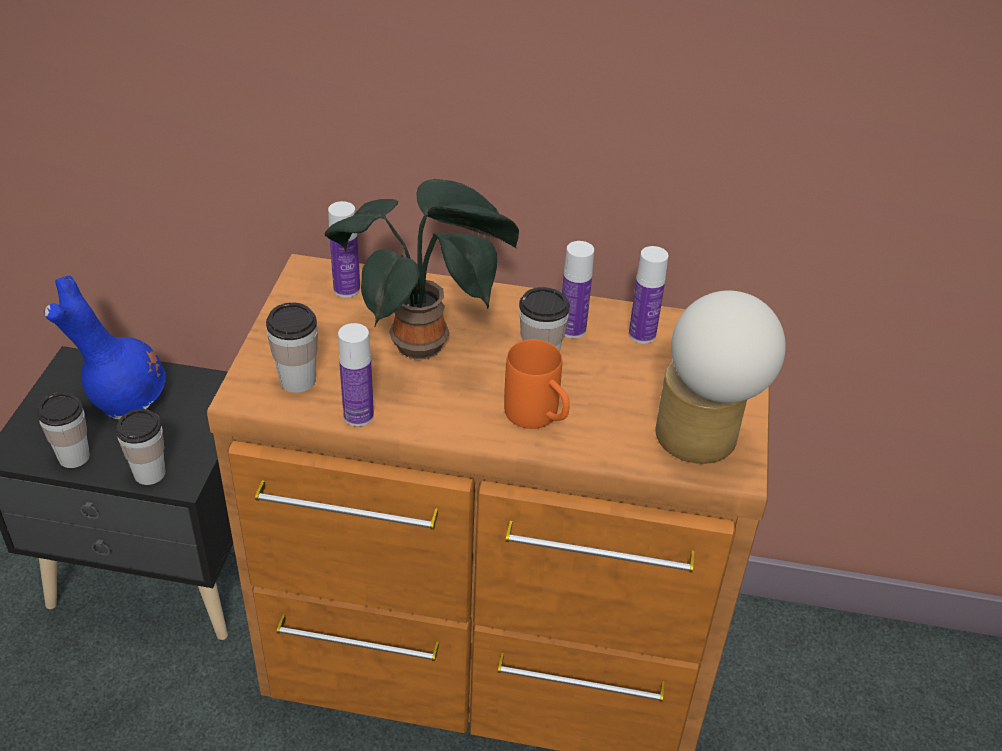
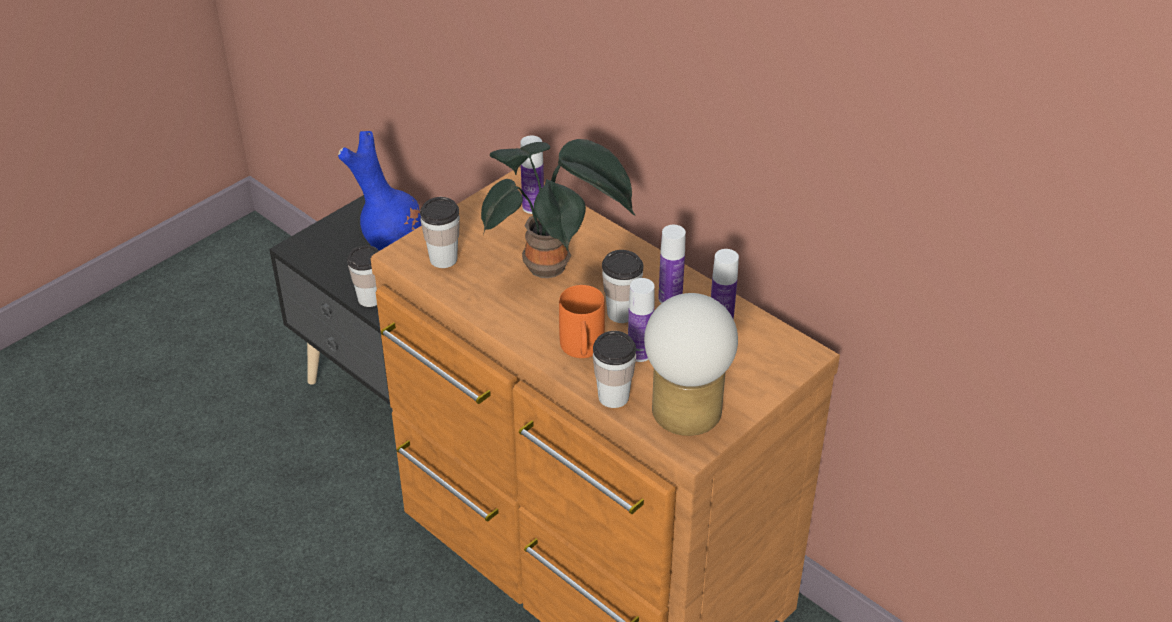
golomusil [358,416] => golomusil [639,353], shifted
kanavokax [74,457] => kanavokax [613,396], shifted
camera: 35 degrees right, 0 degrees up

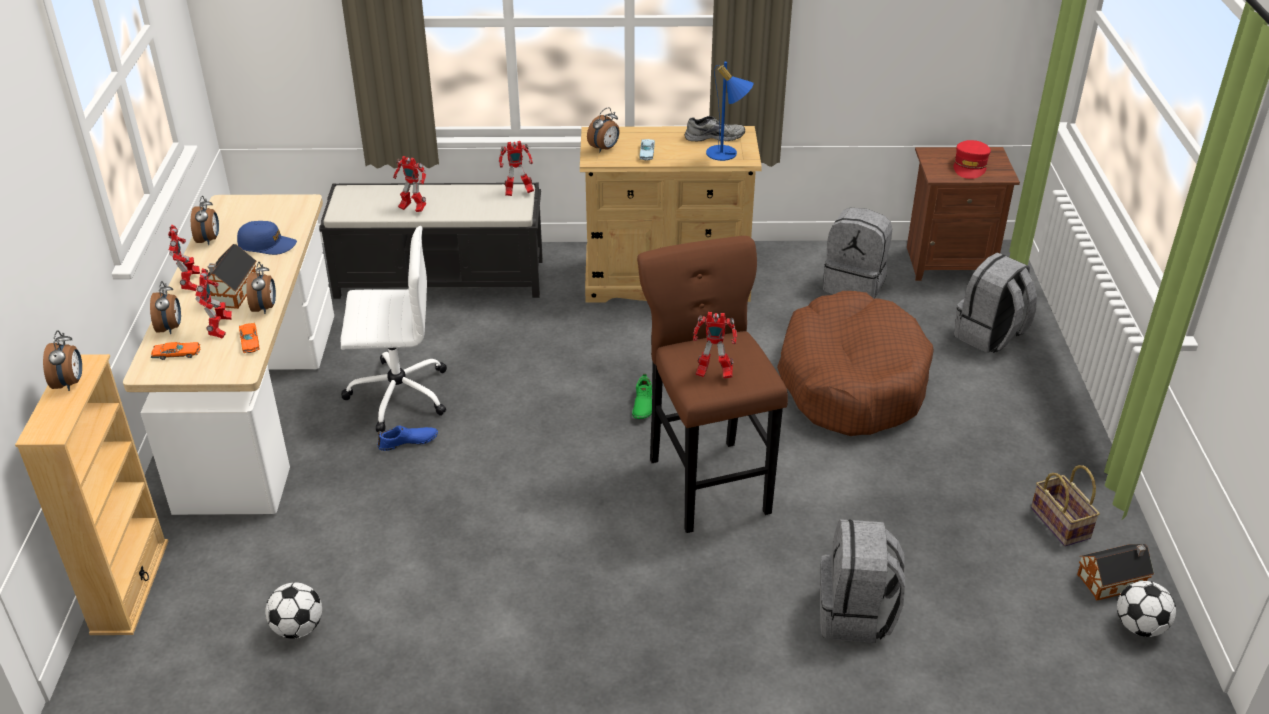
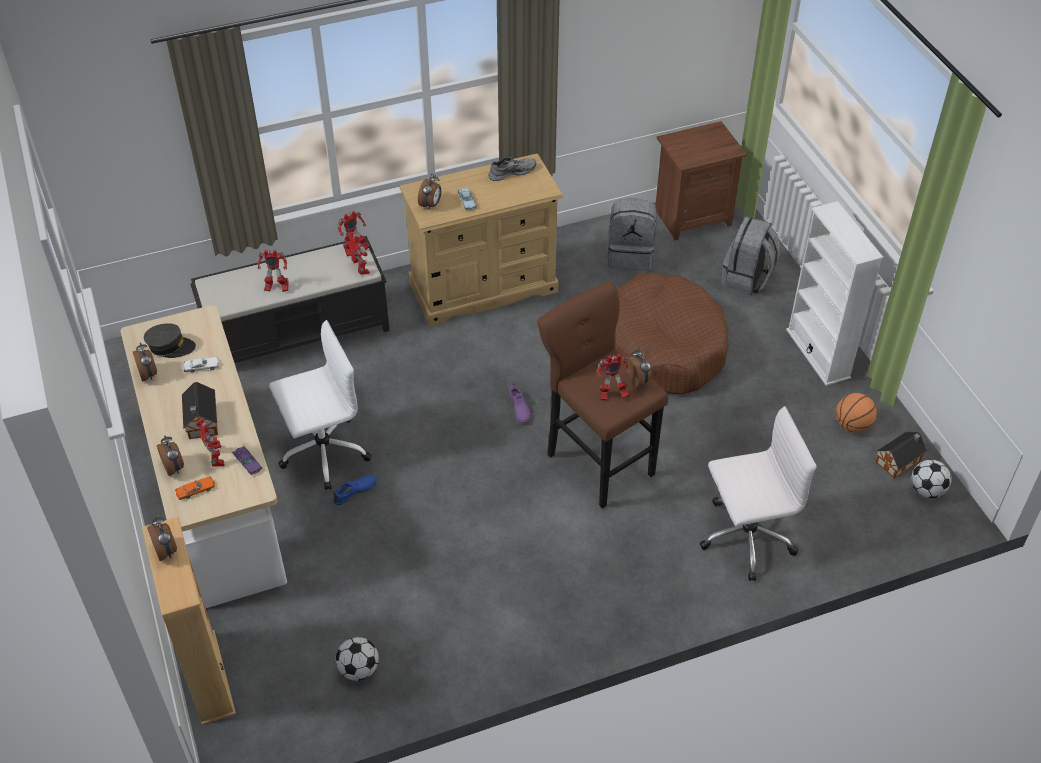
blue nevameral [727,154] => nothing
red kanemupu [970,166] => nothing
blue kanemupu [267,245] => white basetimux [201,367]
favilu [190,284] => favilu [360,269], shifted
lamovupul [265,308] => lamovupul [638,380], shifted
orange basetimux [250,341] => purple basetimux [247,463]
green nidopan [642,405] => purple nidopan [519,409]
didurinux [1062,524] => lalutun [852,425]
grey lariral [855,615] => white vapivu [744,537]
nothing => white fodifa [818,354]
nothing => grey kanemupu [170,346]
camera: 20 degrees left, 10 degrees up

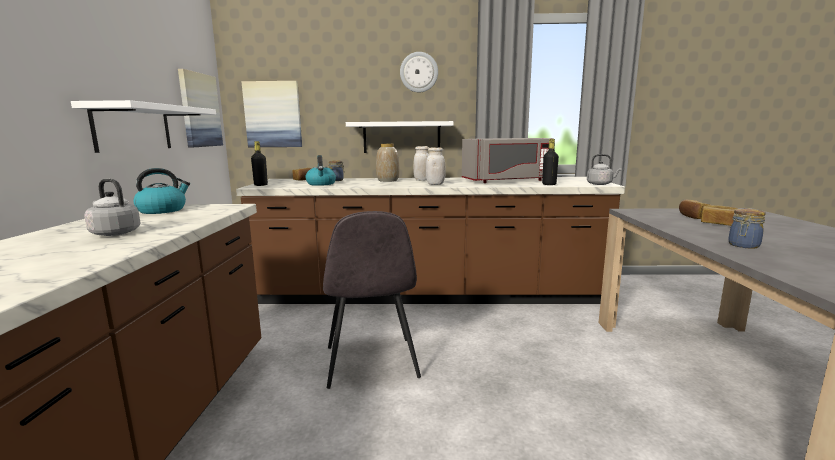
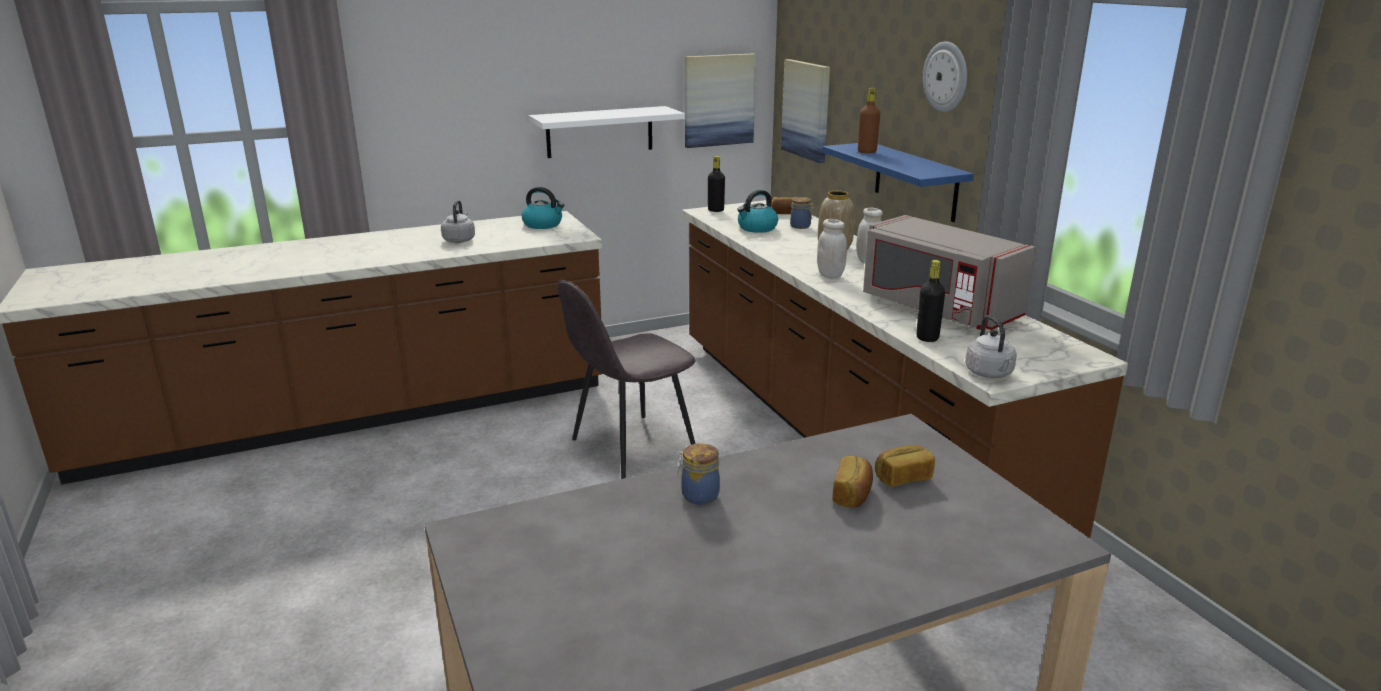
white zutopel [401,137] => blue zutopel [915,181]
nothing => brown golomusil [867,152]
camera: 65 degrees right, 10 degrees up

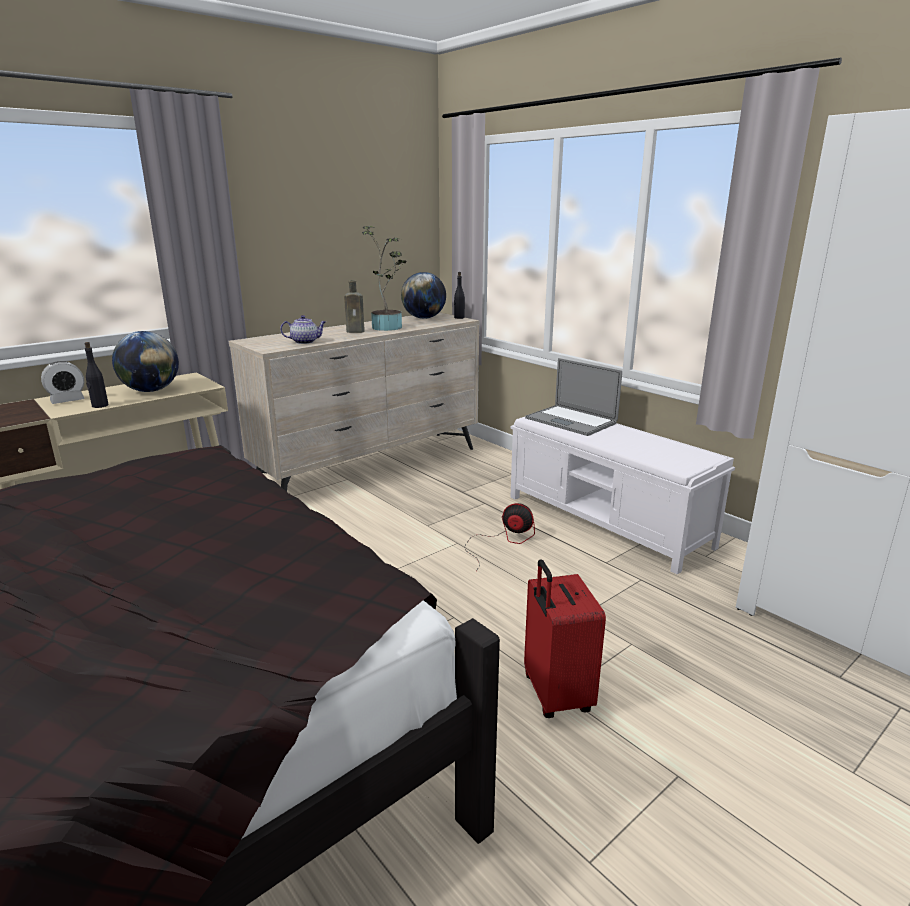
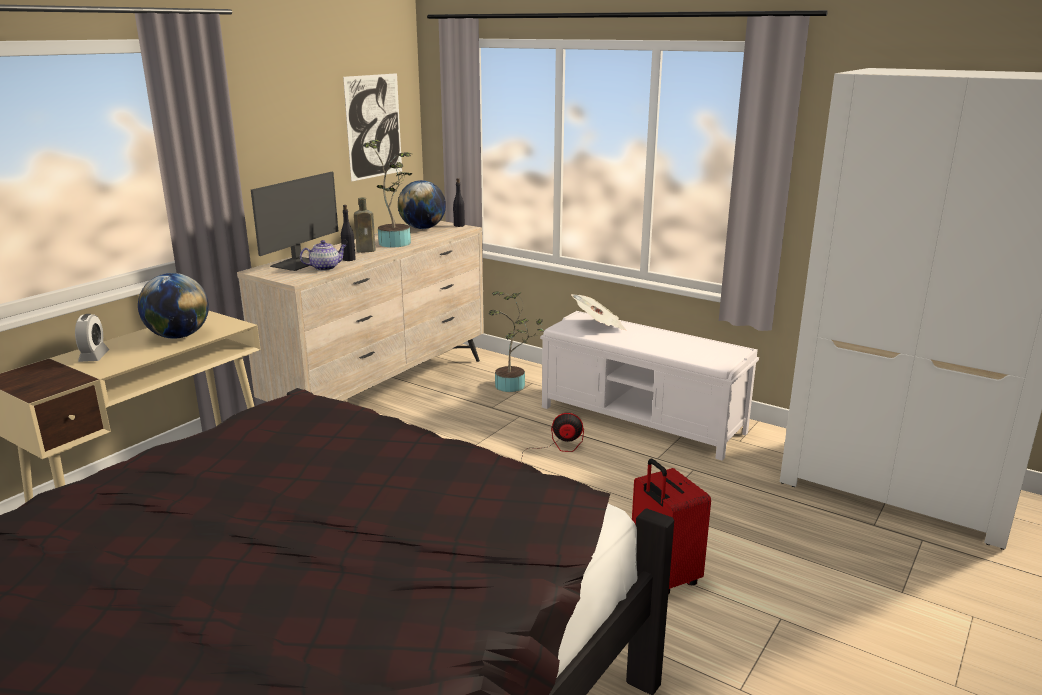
black golomusil [100,406] => black golomusil [349,259], shifted
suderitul [570,421] => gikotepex [599,326]
lamovupul [67,400] => lamovupul [94,356], 45 degrees counterclockwise
nothing => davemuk [374,126]
nothing => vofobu [297,264]
nothing => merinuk [513,385]
camera: 15 degrees left, 0 degrees up

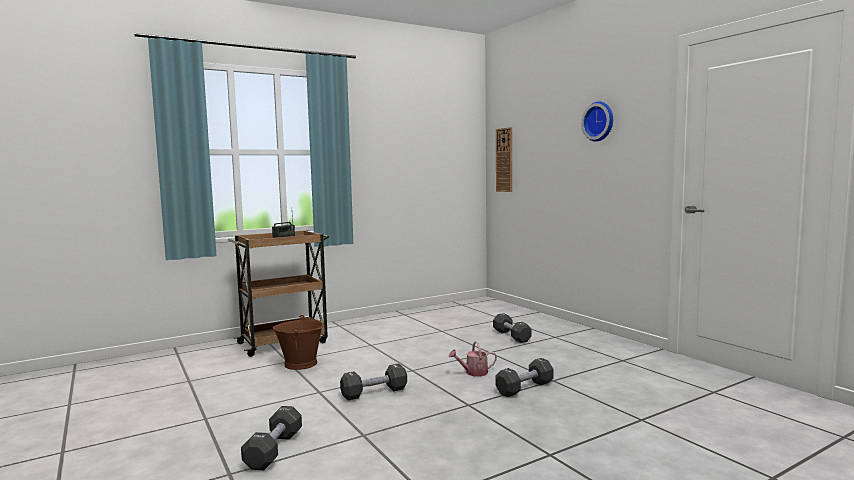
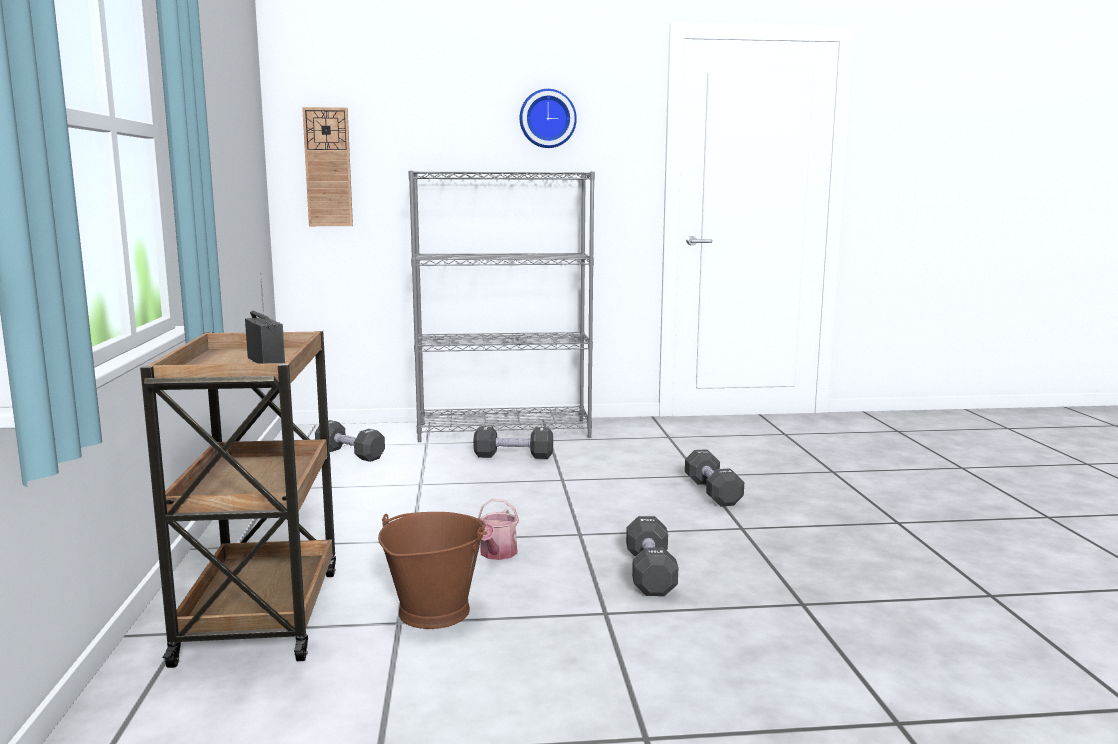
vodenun [473,373] => vodenun [497,554], shifted
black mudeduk [274,450] => black mudeduk [350,454], shifted
nothing => grey fodifa [505,430]
camera: 65 degrees left, 5 degrees up

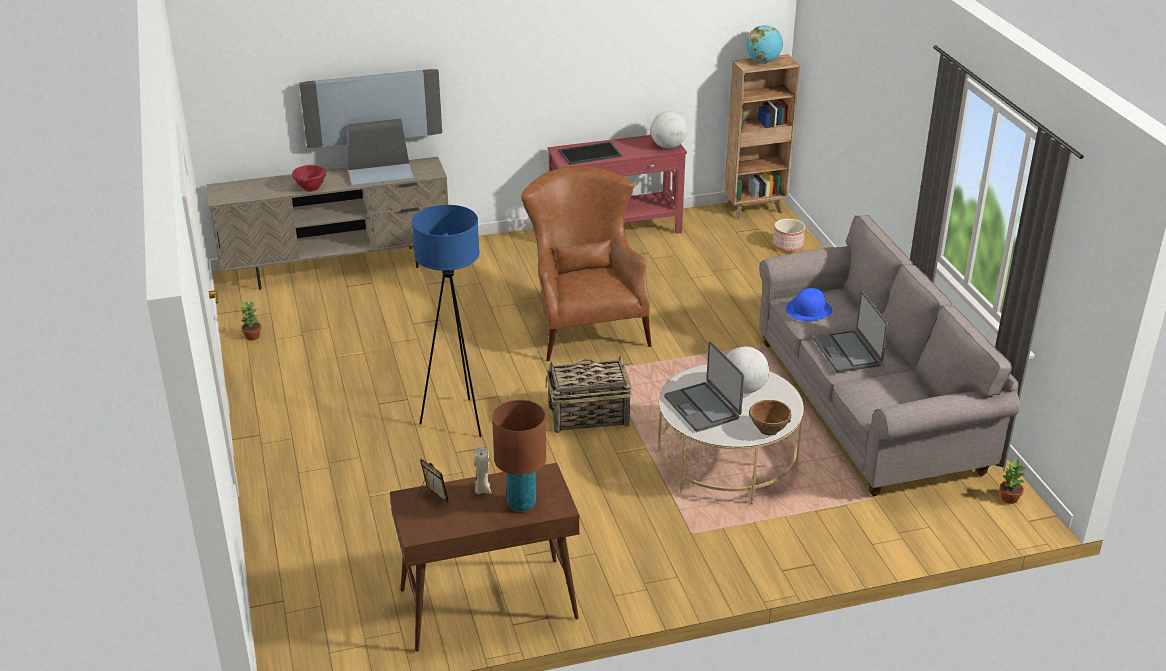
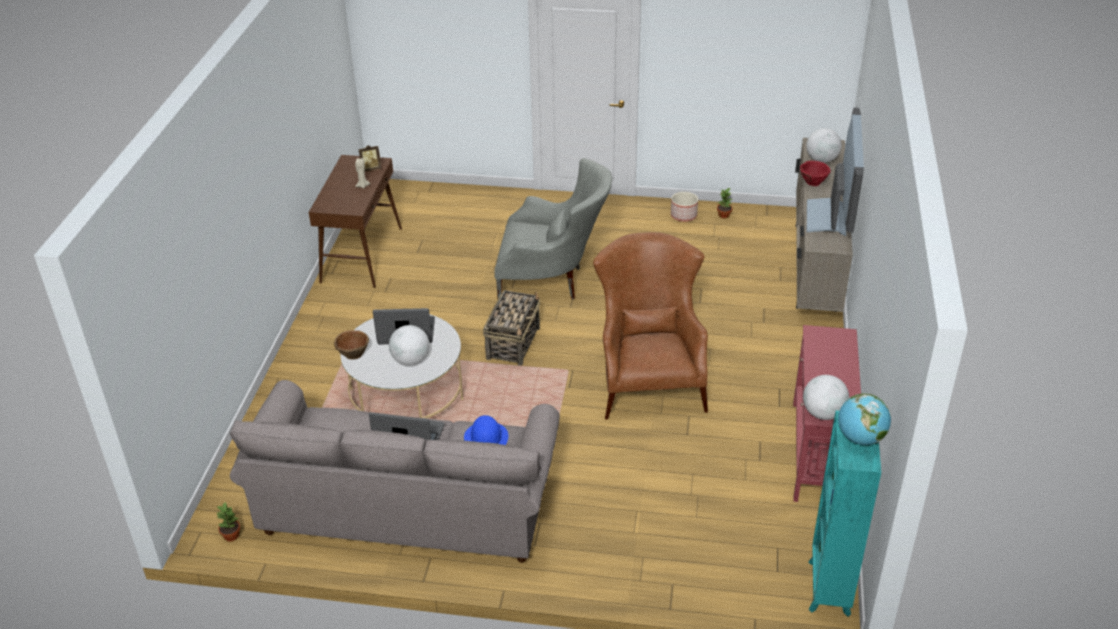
brown fodifa [755,209] => turquoise fodifa [828,589]
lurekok [589,154] => nothing
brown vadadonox [585,323] => brown vadadonox [648,379], 105 degrees counterclockwise
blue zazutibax [457,420] => grey vadadonox [553,282]
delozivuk [788,246] => delozivuk [683,216], shifted
brown nevameral [521,504] => nothing
nothing => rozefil [821,160]
camera: 115 degrees right, 5 degrees up

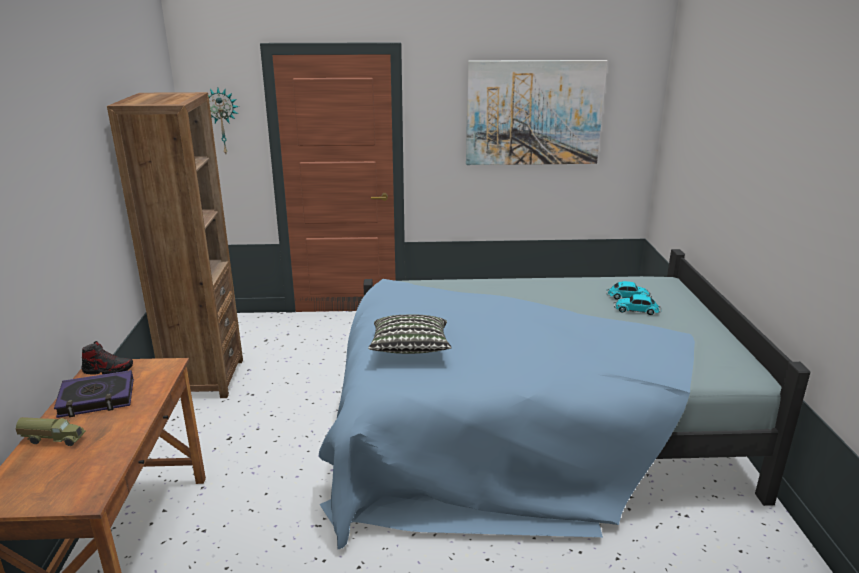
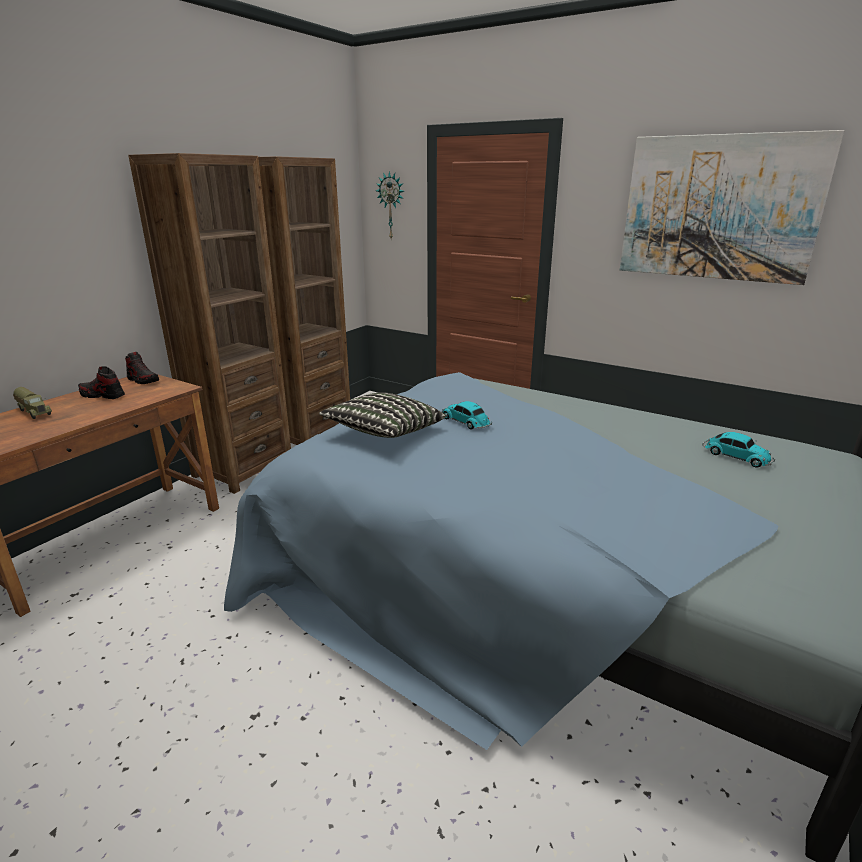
basetimux [637,310] => basetimux [466,422], shifted
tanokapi [97,399] => nidopan [102,395]
nothing => brown fodifa [242,469]
camera: 35 degrees right, 0 degrees up

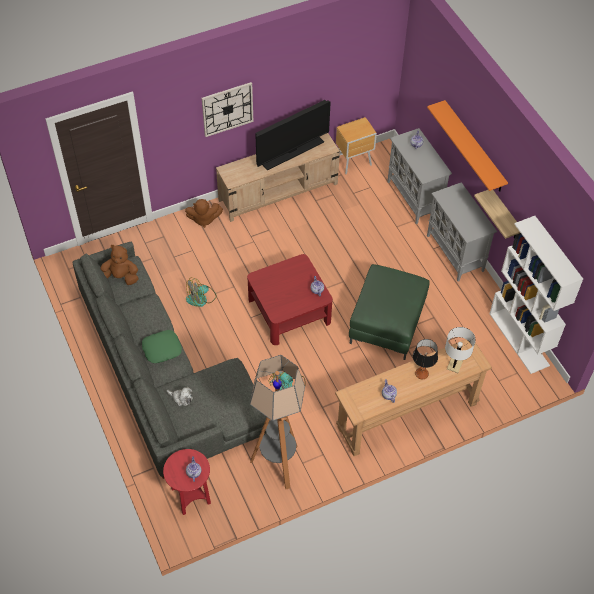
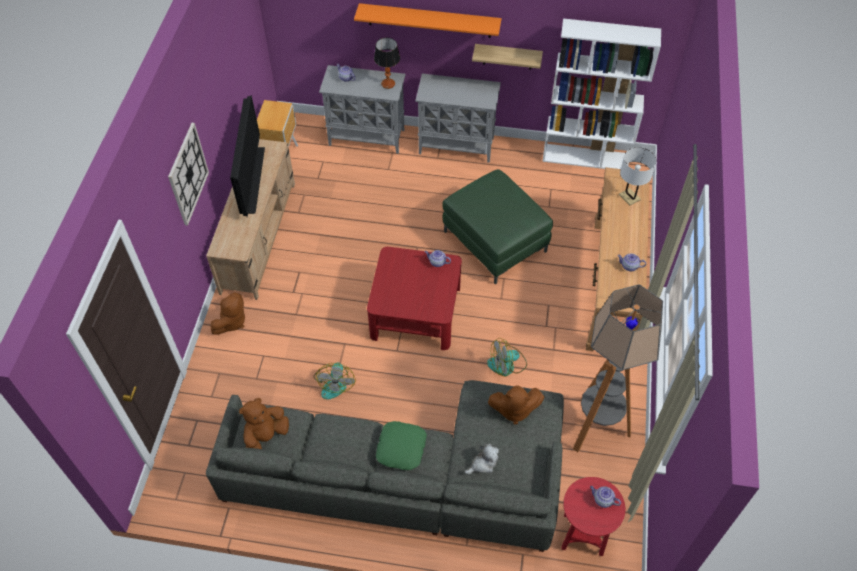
nevameral [422,373] => nevameral [388,84], shifted
nothing => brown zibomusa [514,410]
camera: 55 degrees left, 0 degrees up

